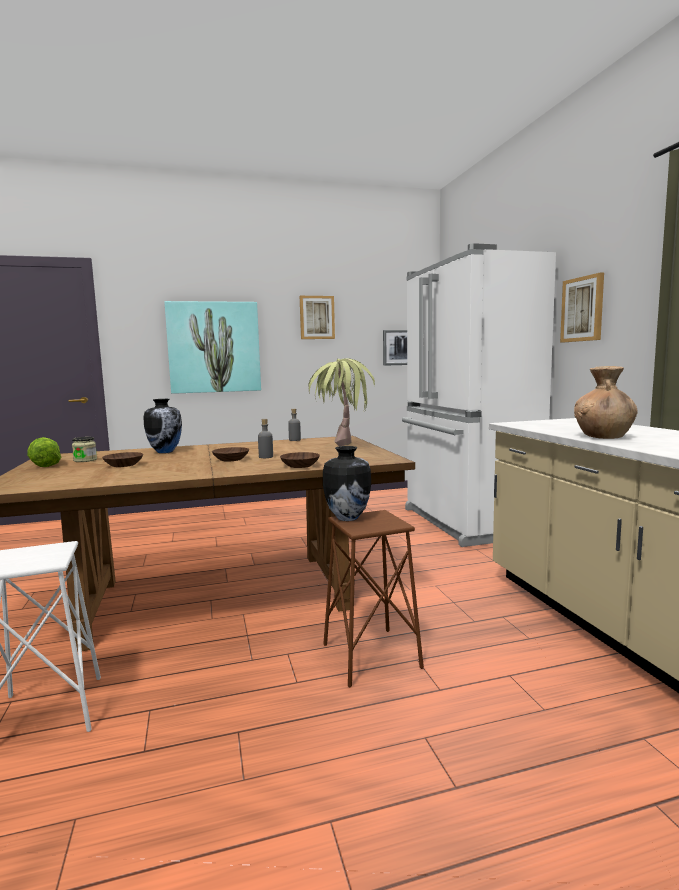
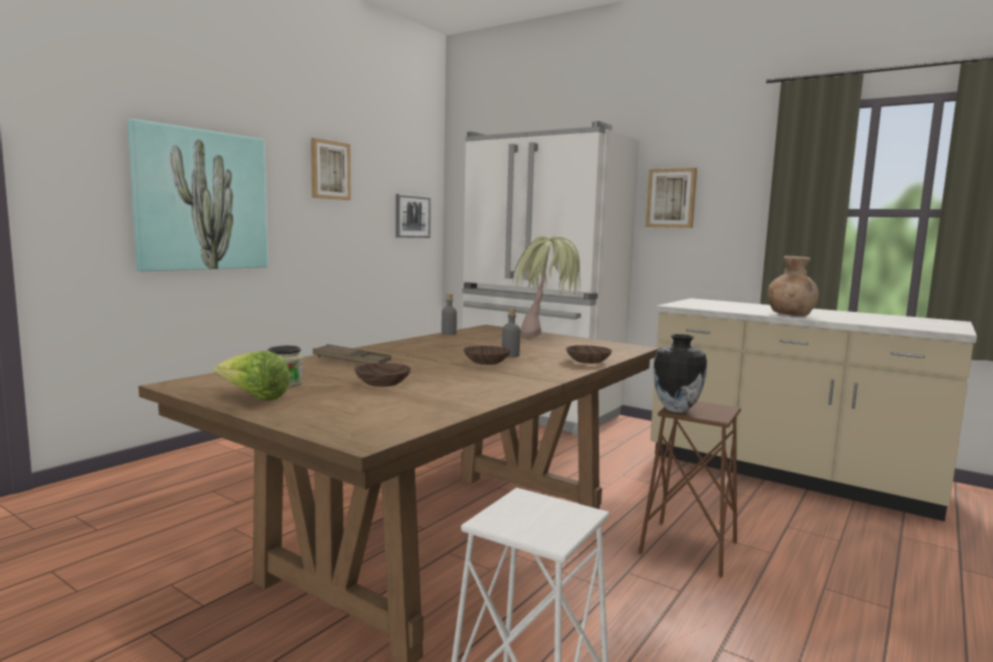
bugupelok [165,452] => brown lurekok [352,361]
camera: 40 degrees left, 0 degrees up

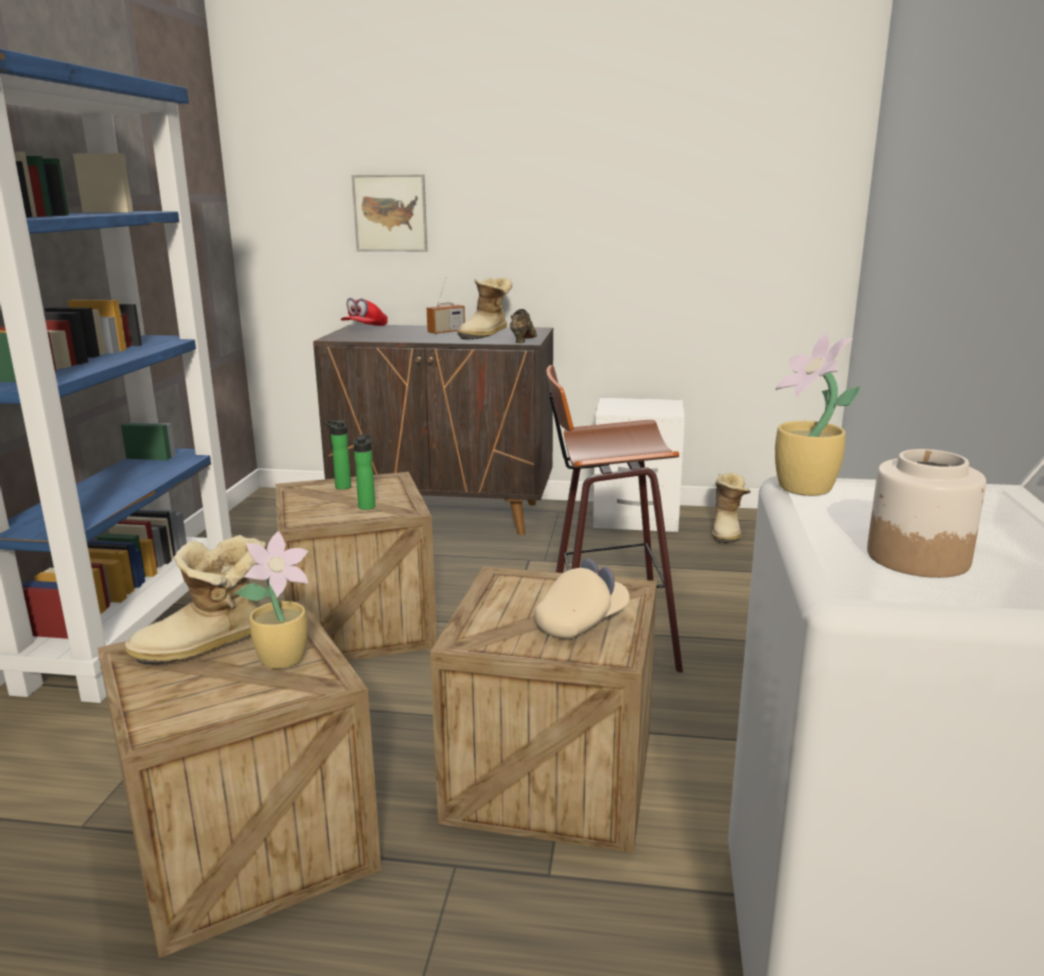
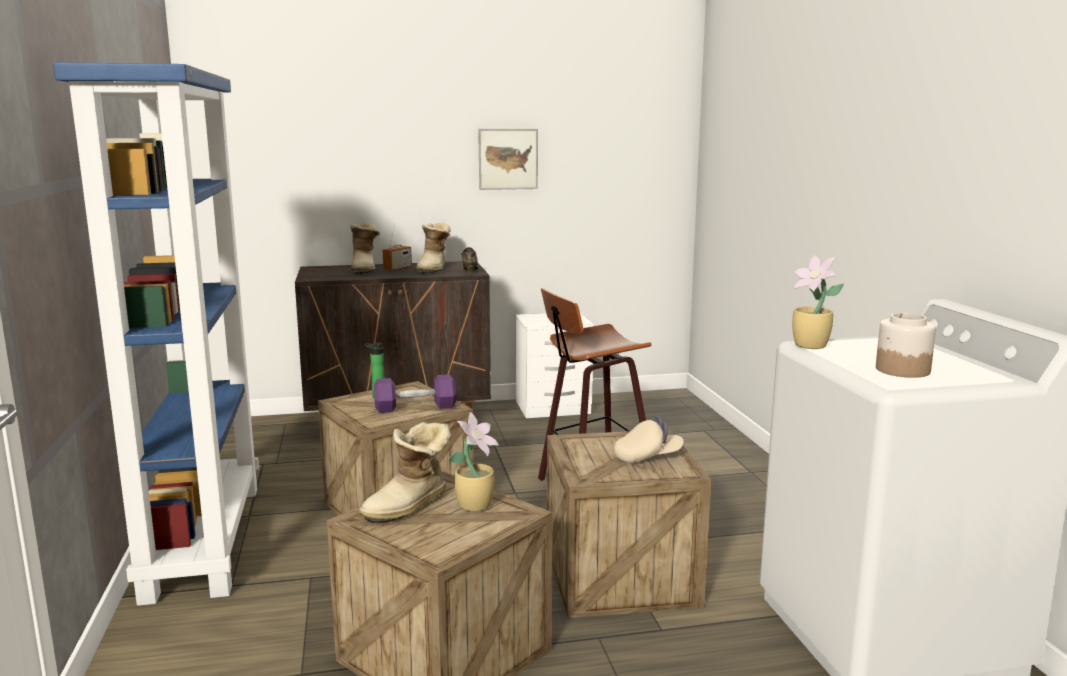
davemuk [390,213] => davemuk [508,159], shifted
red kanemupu [365,328] => nothing
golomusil [367,506] => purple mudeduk [415,407]
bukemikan [728,531] => bukemikan [365,269], shifted
beige kanemupu [582,622] => beige kanemupu [647,457], 45 degrees clockwise
camera: 20 degrees left, 5 degrees down

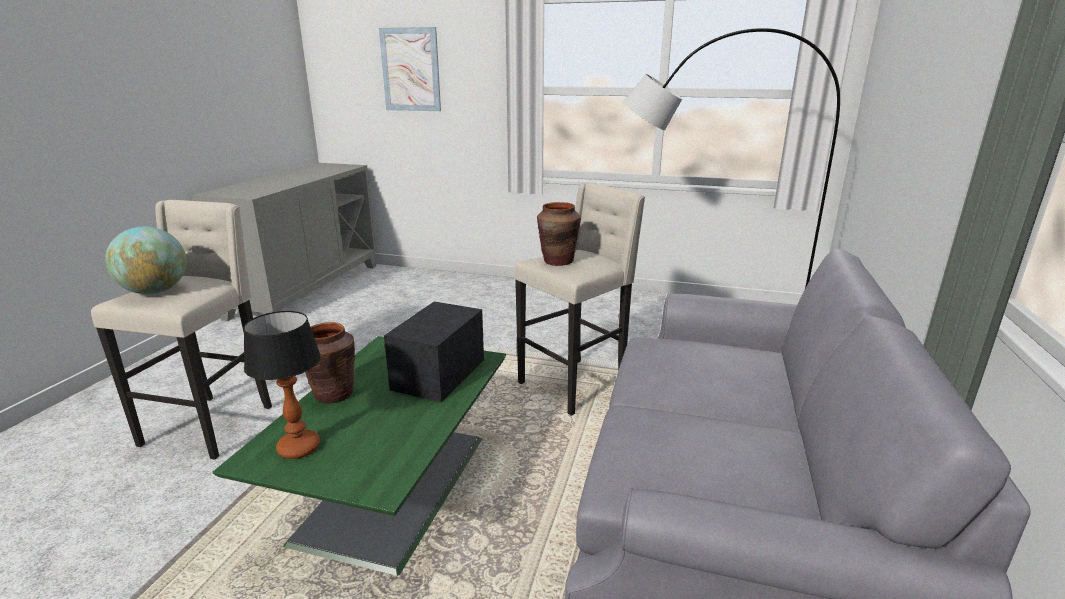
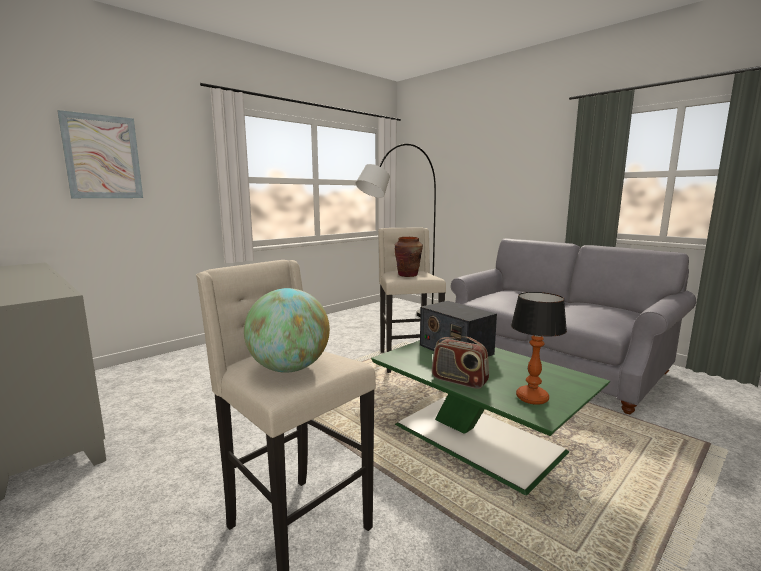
brown bugupelok [333,394] => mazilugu [459,381]
camera: 60 degrees left, 10 degrees down

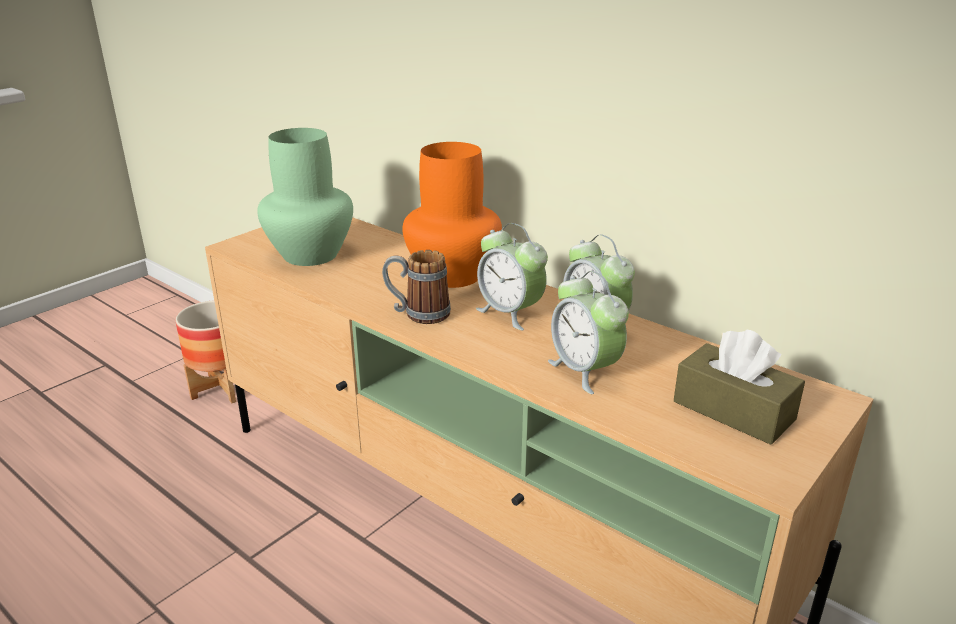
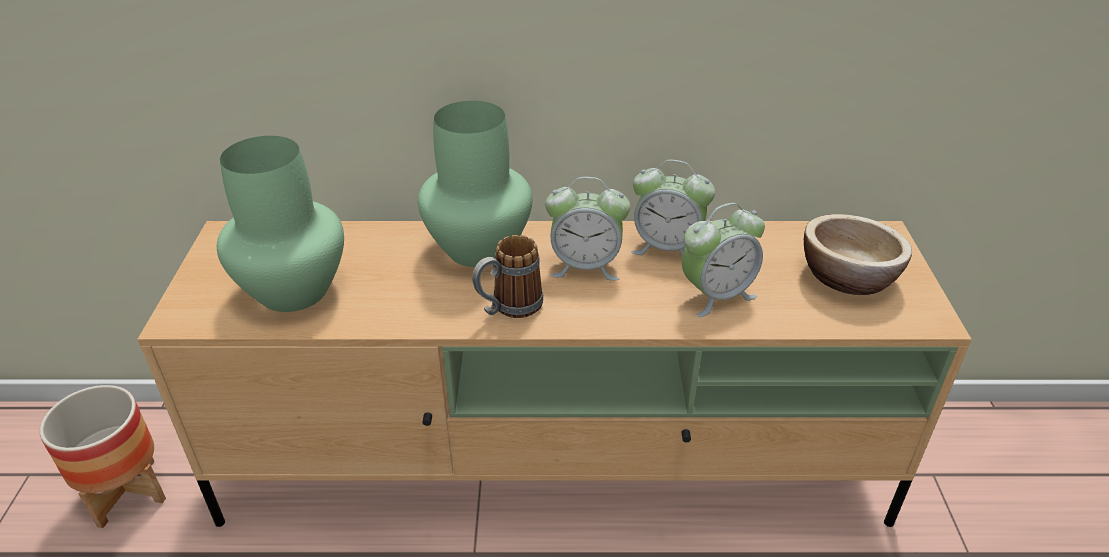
orange bugupelok [454,275] => green bugupelok [479,247]
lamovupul [584,371] => lamovupul [716,295], 45 degrees counterclockwise
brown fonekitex [733,410] => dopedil [847,276]
camera: 40 degrees left, 10 degrees up

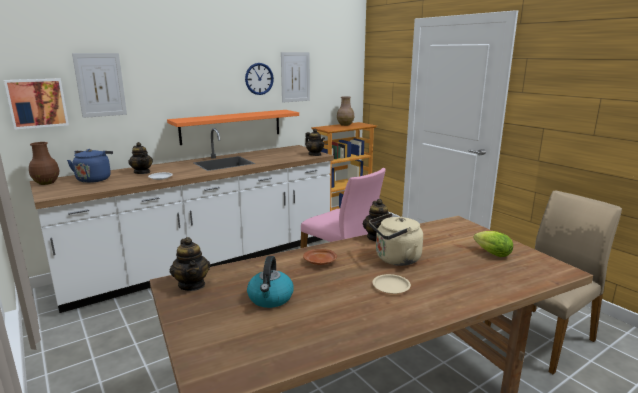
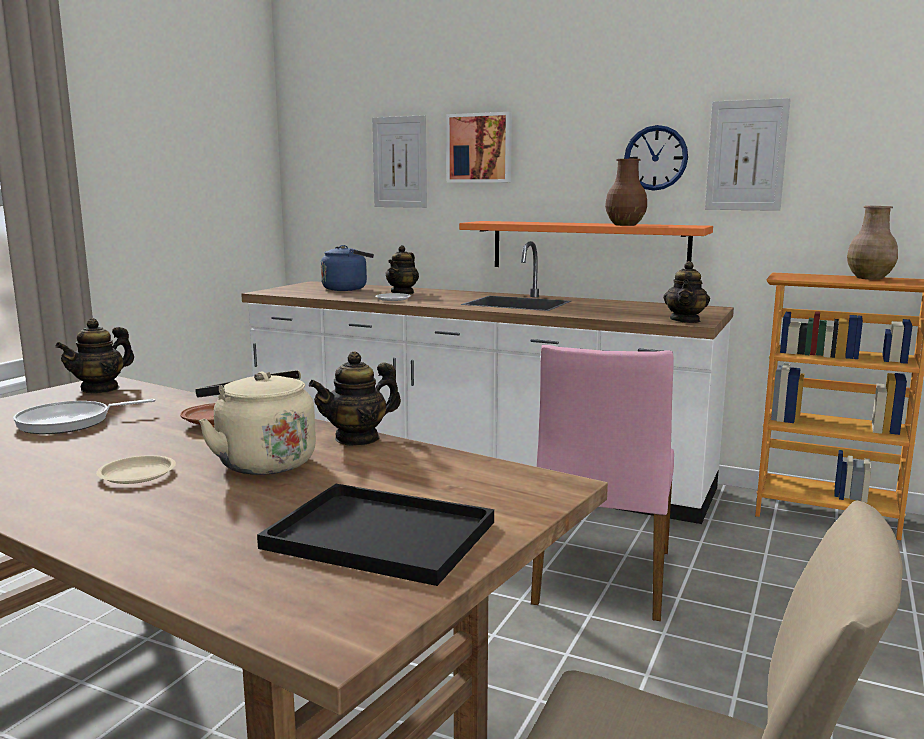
davemuk [37,103] => davemuk [480,148], shifted
brown bugupelok [46,183] => brown bugupelok [624,225], shifted
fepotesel [490,253] => black lurekok [375,535]
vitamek [270,298] => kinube [70,422]
camera: 60 degrees right, 5 degrees down

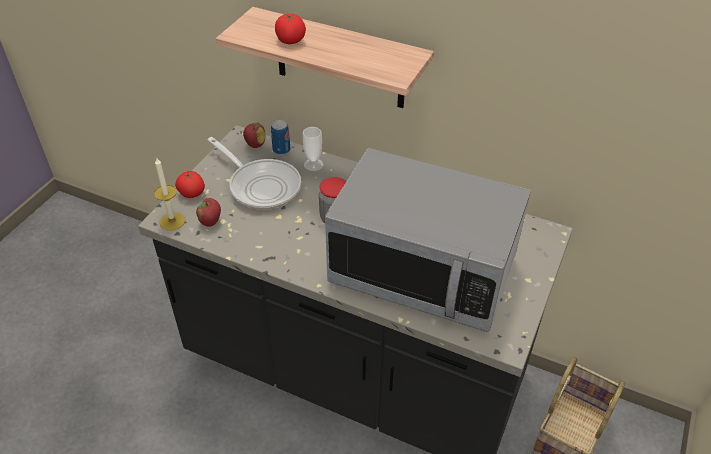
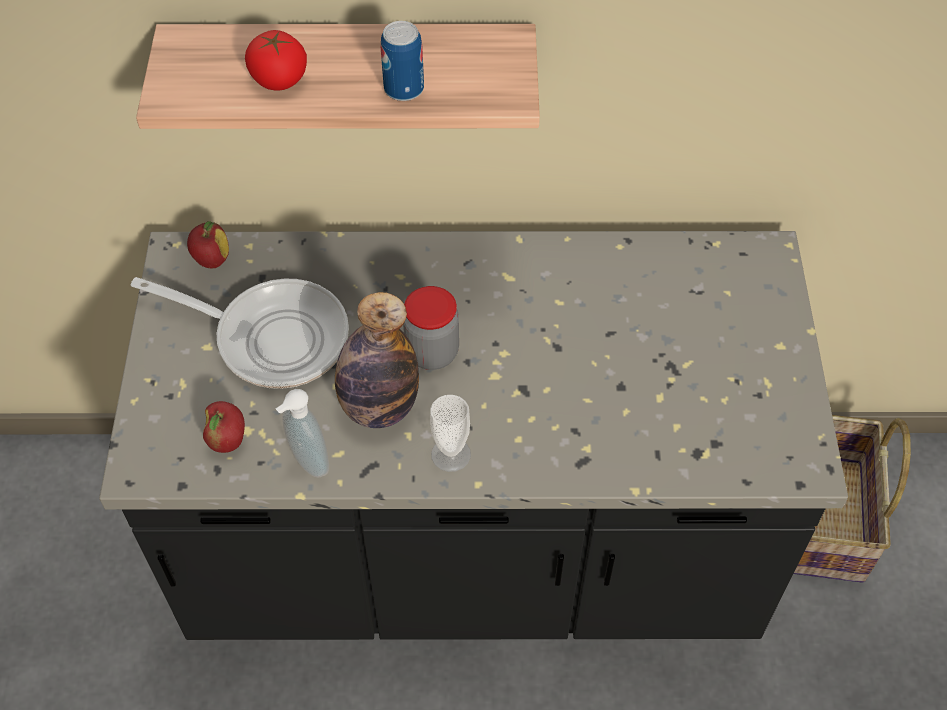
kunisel [281,150] => kunisel [404,89], shifted
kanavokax [313,164] => kanavokax [451,454], shifted
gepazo [423,271] => nothing
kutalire [172,221] => nothing
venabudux [192,193] => nothing
nothing => golomusil [378,407]
nothing => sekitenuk [307,463]
camera: 25 degrees left, 10 degrees up

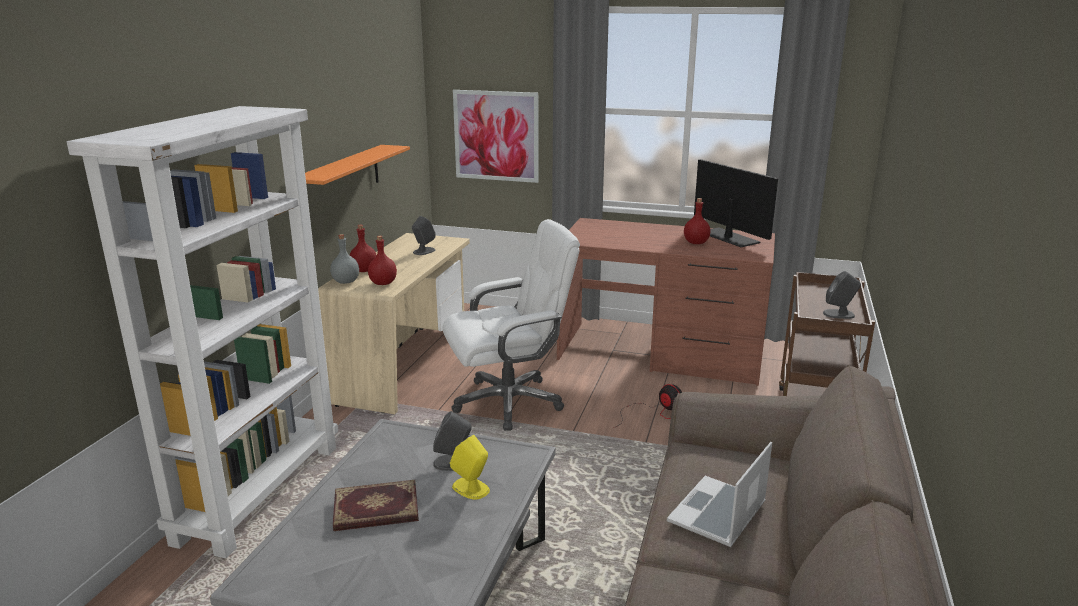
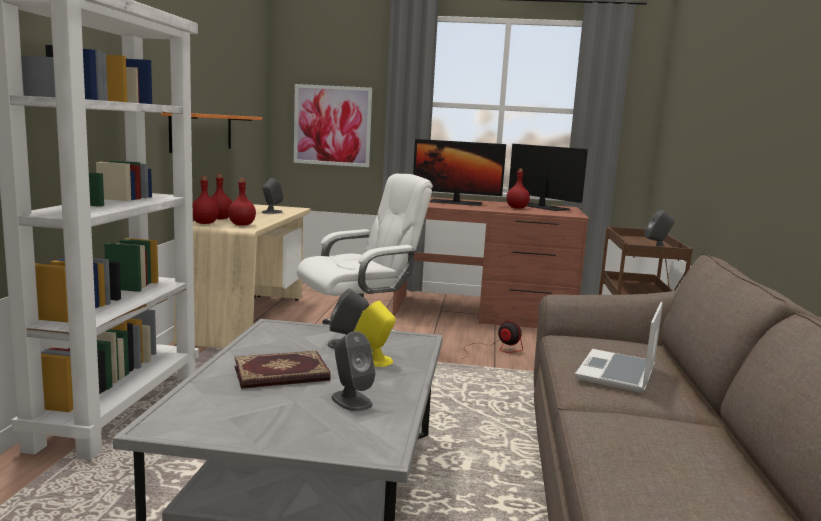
grey golomusil [345,282] => red golomusil [204,223]
nothing => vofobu [456,202]
nothing => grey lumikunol [351,400]
camera: 10 degrees left, 10 degrees down

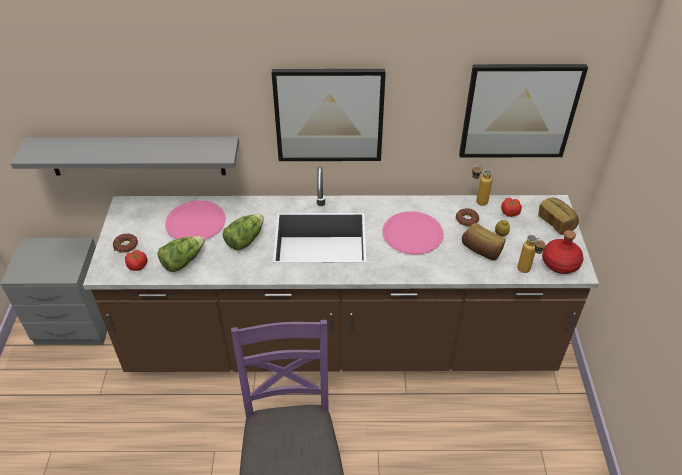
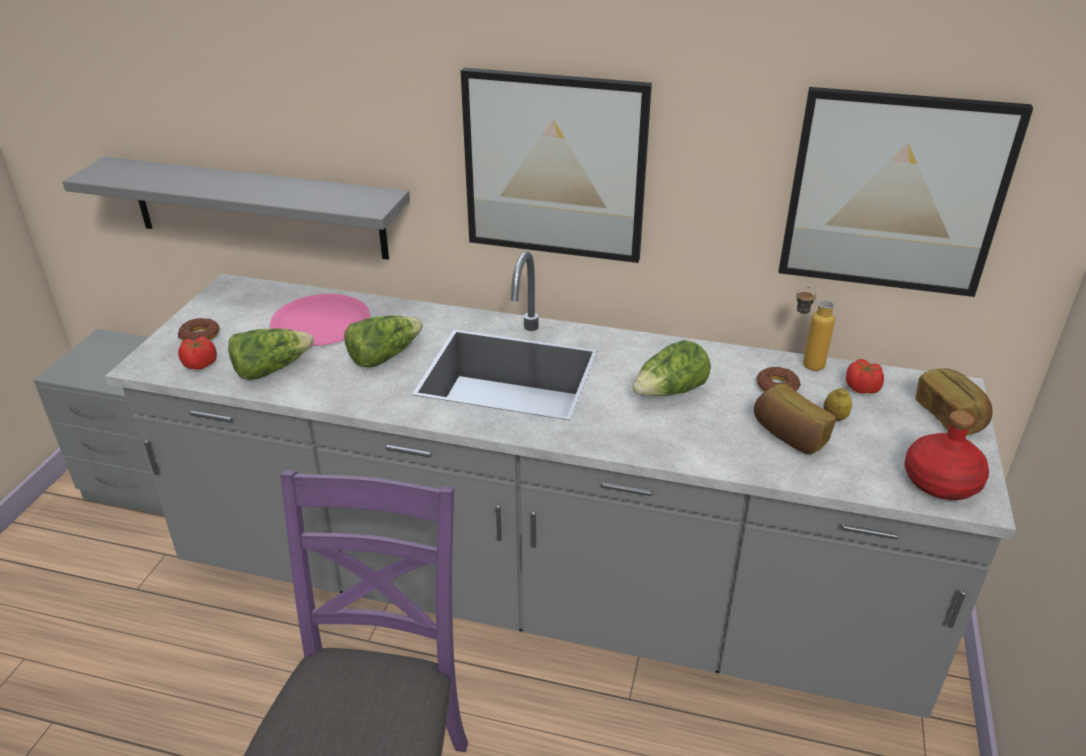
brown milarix [341,343] => grey milarix [543,591]
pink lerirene [412,234] => fepotesel [670,392]
golomusil [526,272] => nothing
camera: 15 degrees right, 10 degrees down

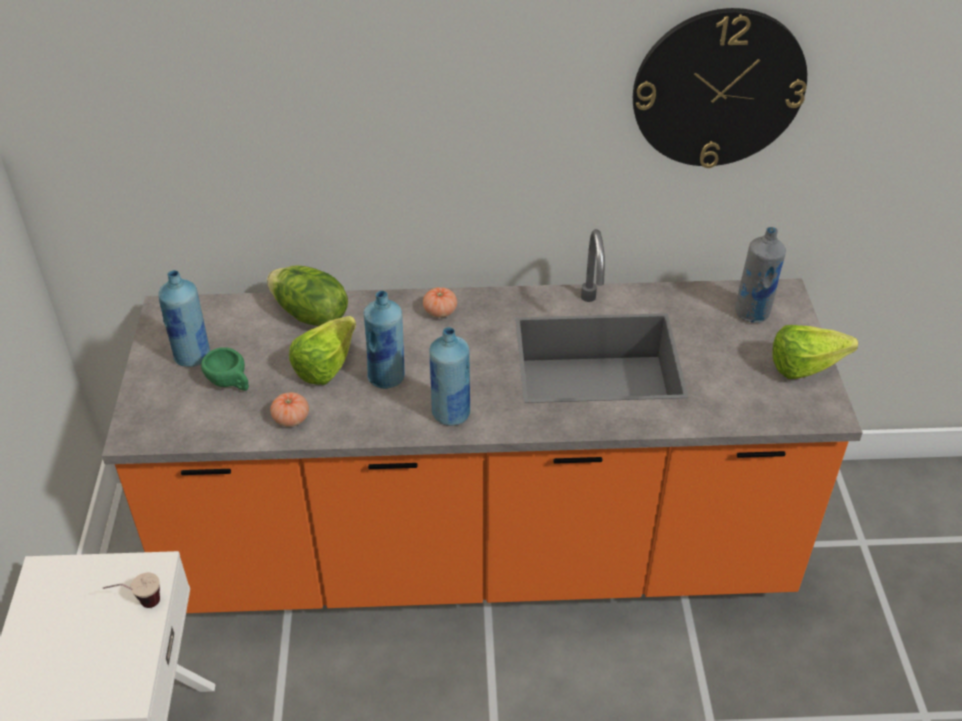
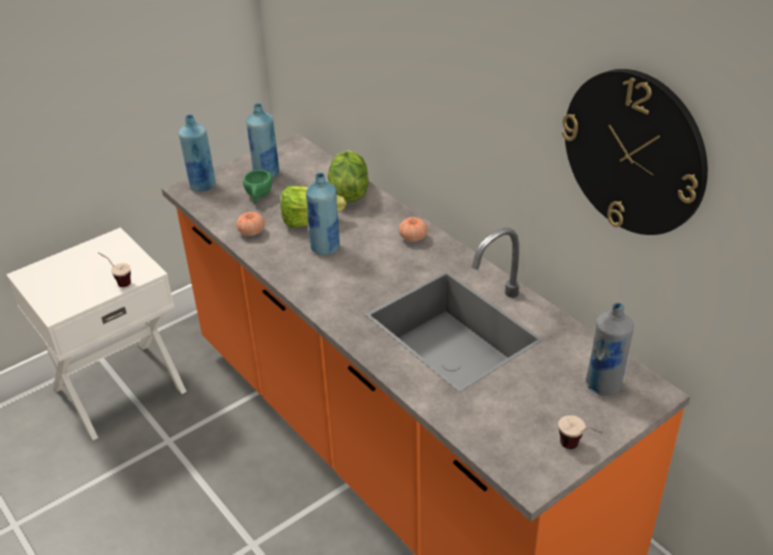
fepotesel [812,368] => kanavokax [577,449]
blue golomusil [451,414] => blue golomusil [202,185], shifted
camera: 55 degrees right, 5 degrees down

